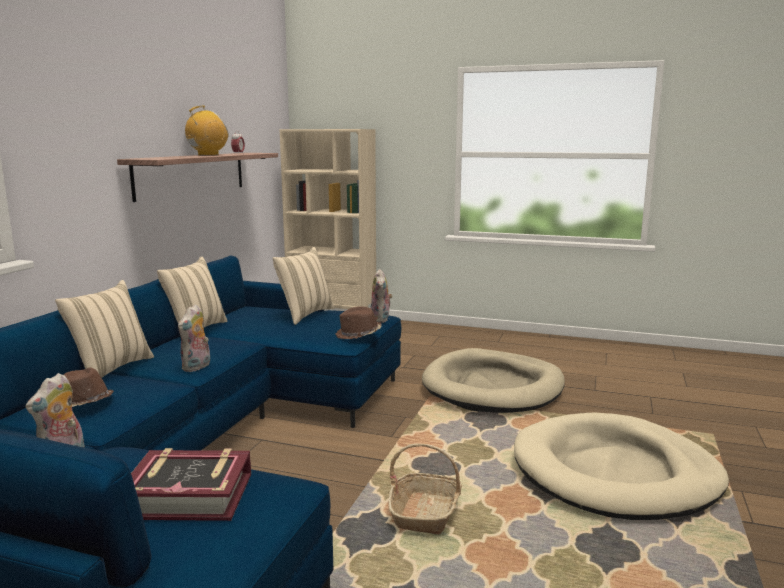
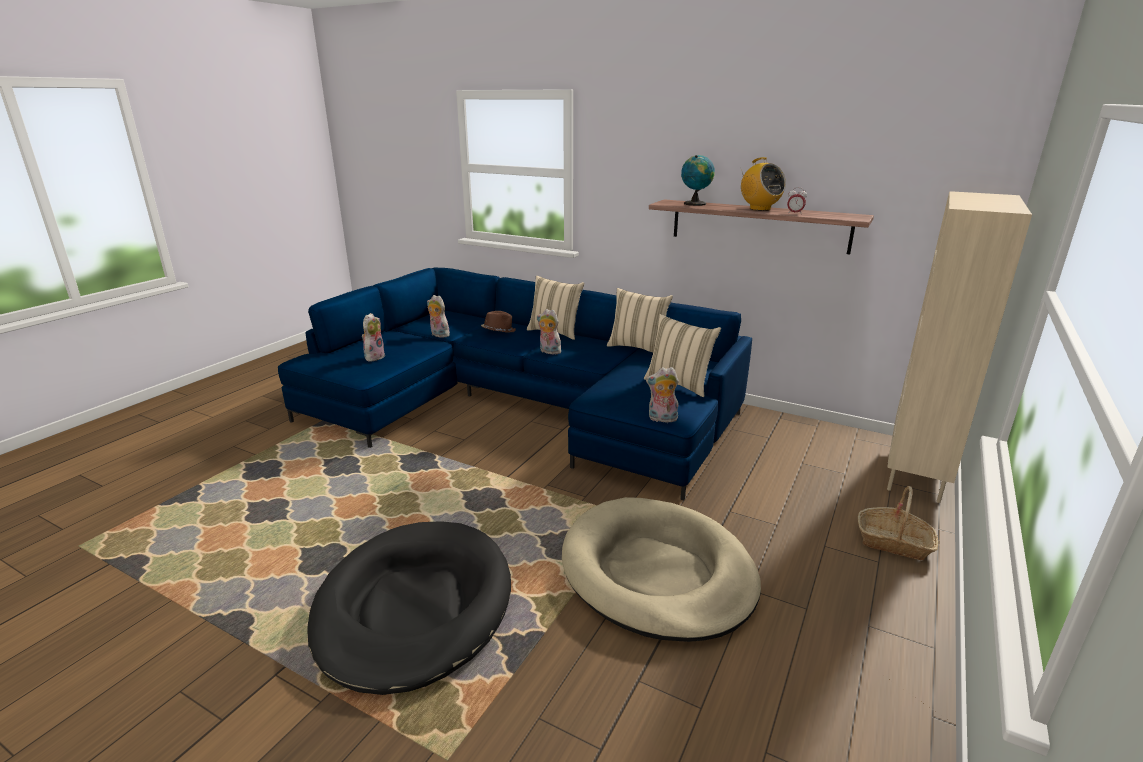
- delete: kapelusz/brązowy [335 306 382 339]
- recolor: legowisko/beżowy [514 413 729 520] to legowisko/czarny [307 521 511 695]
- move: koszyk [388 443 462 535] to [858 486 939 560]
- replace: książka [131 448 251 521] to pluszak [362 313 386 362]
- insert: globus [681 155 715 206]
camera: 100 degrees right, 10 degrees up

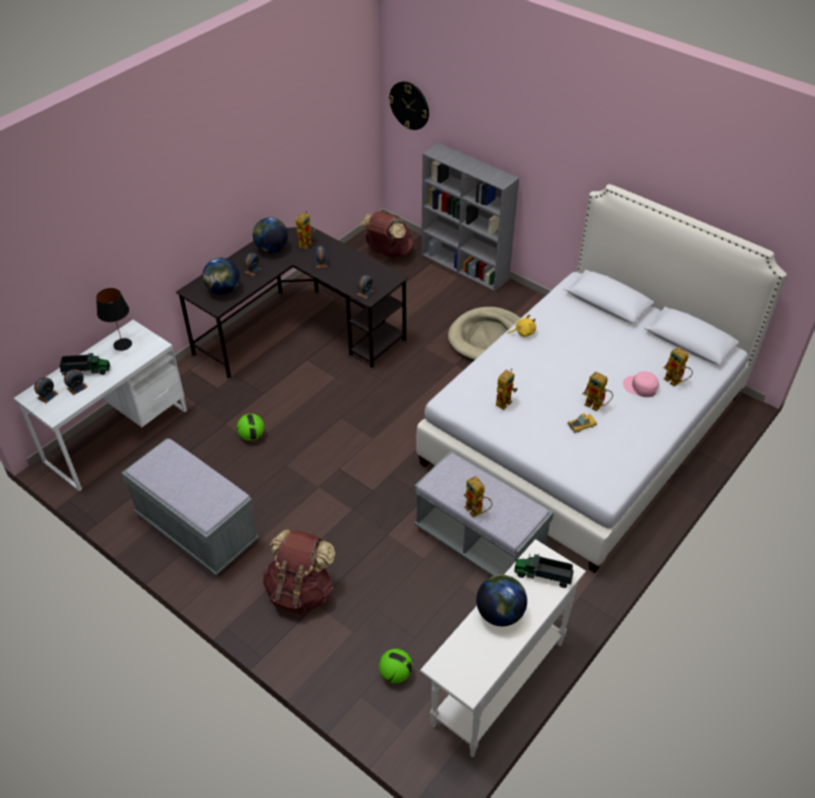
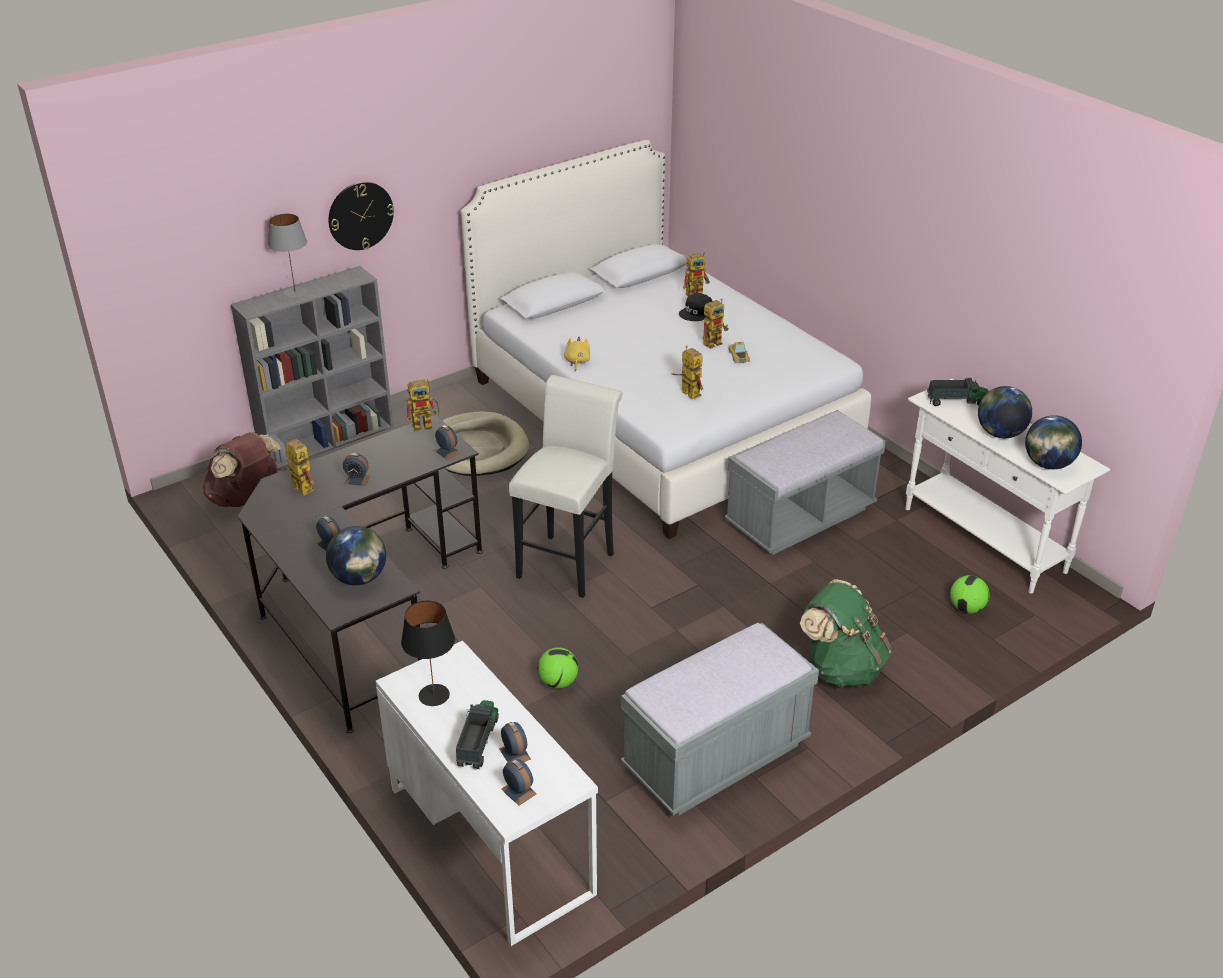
- move: zegar ścienny [389 81 429 130] to [328 182 394 250]
- move: globus [253 217 288 253] to [1025 415 1082 469]
- recolor: czapka z daszkiem/różowy [623 371 659 397] to czapka z daszkiem/czarny [679 293 712 321]
- move: robot zabawkowy [464 476 492 517] to [406 379 439 432]
- recolor: plecak/brązowy [263 529 335 614] to plecak/zielony [800 579 892 687]
- rotate: ciężarówka zabawkowa [514 554 574 588] = [927 377 989 406] 120 degrees counterclockwise
- insert: lampa stołowa/szary [268 213 307 298]
- insert: stołek/biały [509 375 622 598]
camera: 75 degrees left, 10 degrees down

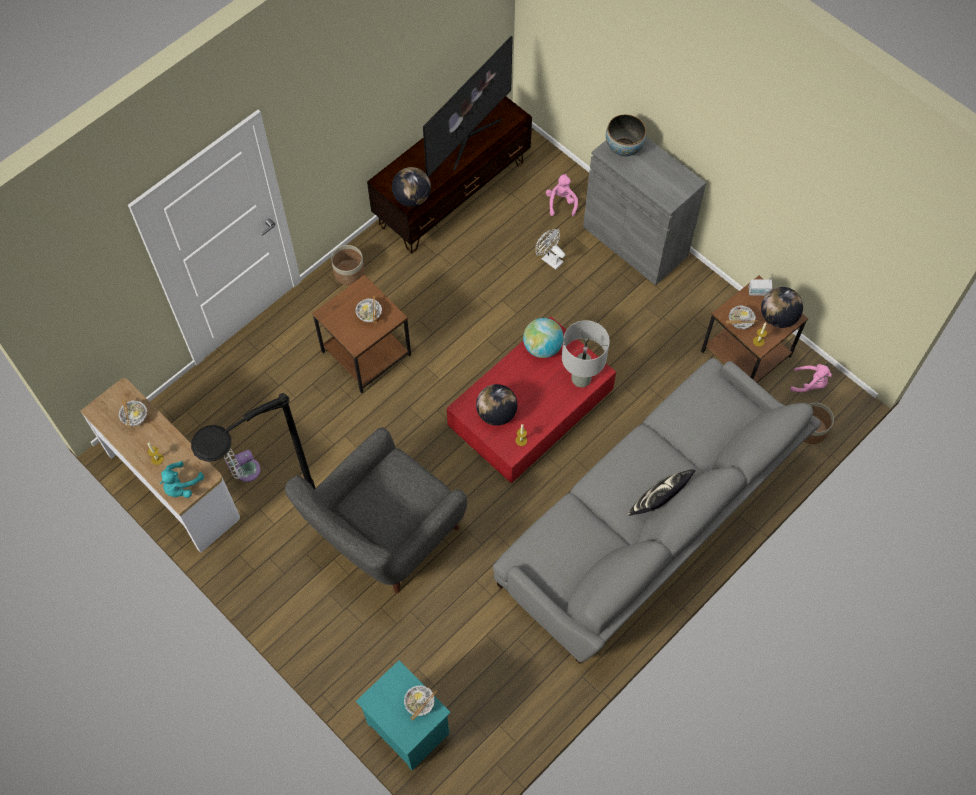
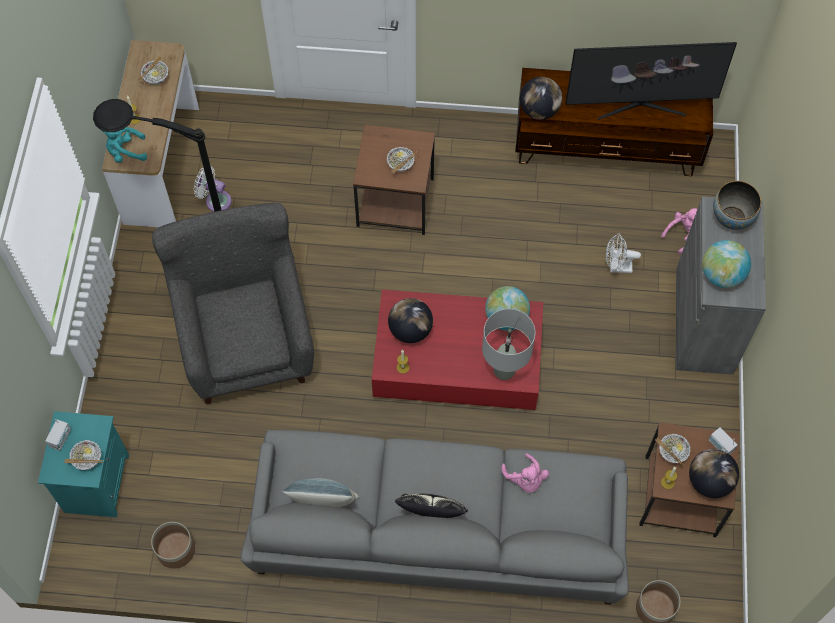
- rotate: wentylator/biały [536 229 565 270] = [606 233 641 273] 90 degrees counterclockwise
- move: donica [331 245 365 285] to [151 522 195 569]
- move: pluszak/różowy [790 364 832 392] to [501 453 549 493]
- rotate: fotel/szary [285 427 467 593] = [152 203 314 405] 75 degrees clockwise
- insert: globus [702 240 751 288]
- insert: radio [46 419 71 451]
- insert: poduszka [281 478 359 507]
camera: 50 degrees right, 0 degrees up

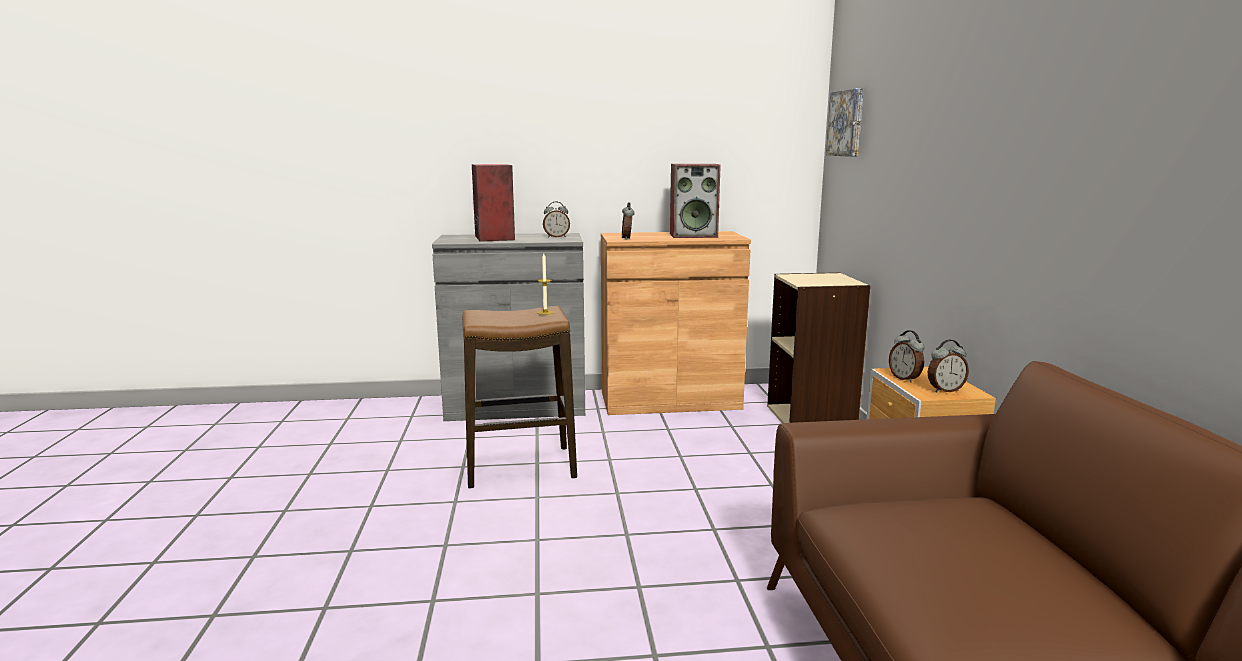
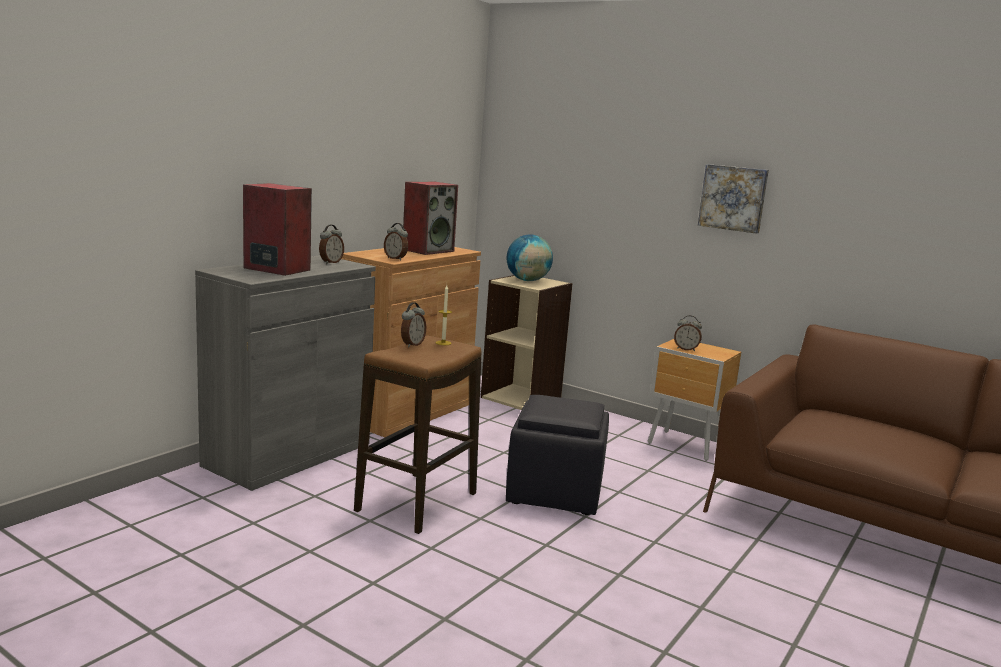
- move: obraz [826 88 864 157] to [698 164 769 234]
- move: budzik [927 340 969 392] to [401 302 426 348]
- insert: globus [507 234 553 281]
- insert: pufa/czarny [506 395 609 515]
camera: 50 degrees left, 0 degrees up

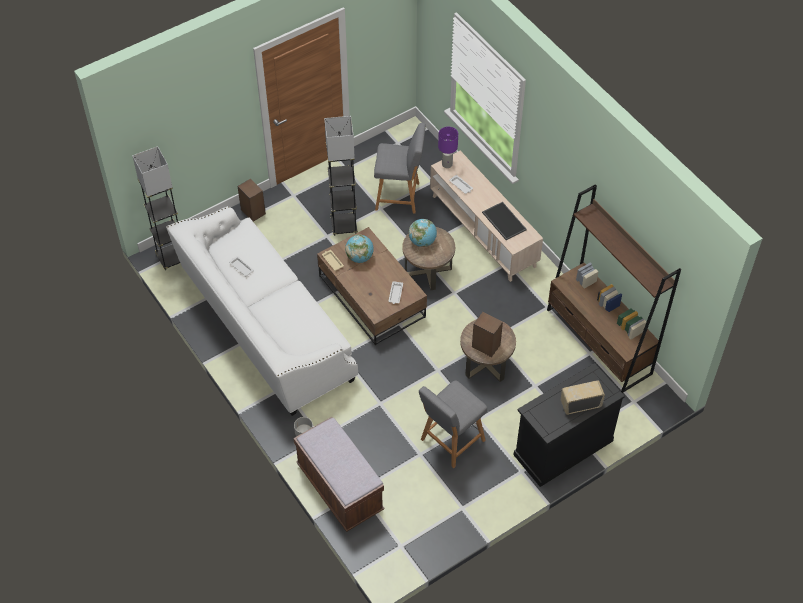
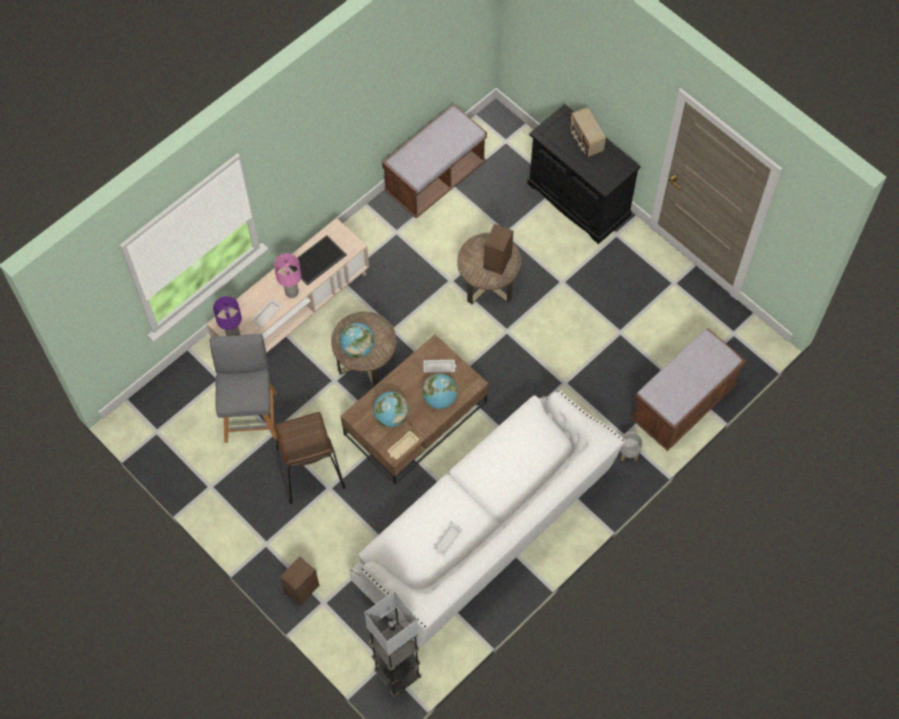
- replace: lampa stojąca/szary [324 116 358 236] to stołek/brązowy [274 412 345 504]
- replace: regał/brązowy [547 184 681 393] to ławka/brązowy [382 104 487 218]
- delete: stołek/szary [419 380 487 468]
- insert: lampa stołowa/różowy [274 253 301 298]
- insert: globus [422 373 457 409]
camera: 100 degrees left, 10 degrees up

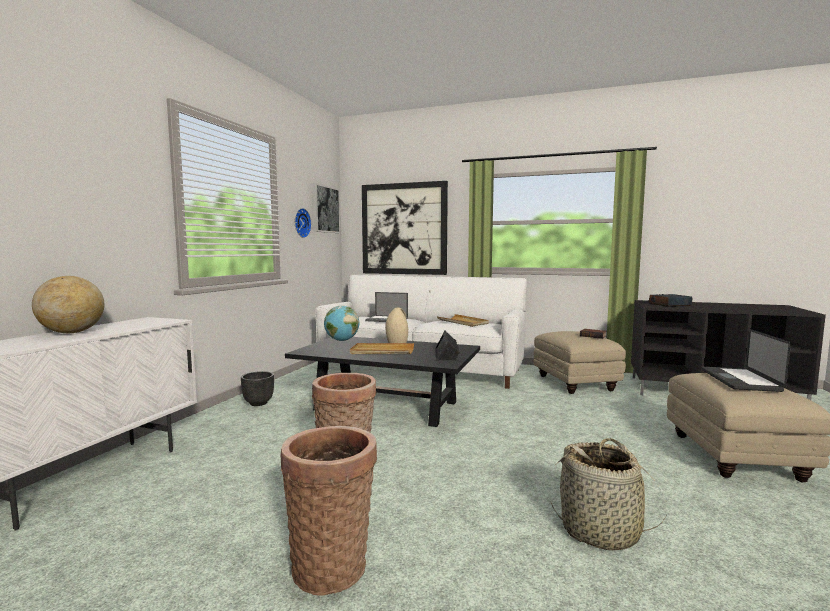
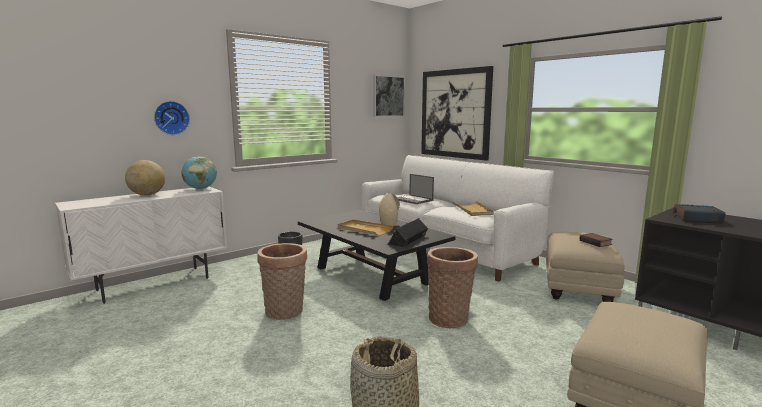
- move: zegar ścienny [295 208 312 238] to [154 101 190 135]
- move: globus [324 306 359 341] to [182 157 217 189]
- delete: laptop [701 329 791 392]
- move: koszyk [281 426 377 596] to [427 247 478 328]
camera: 30 degrees right, 5 degrees up

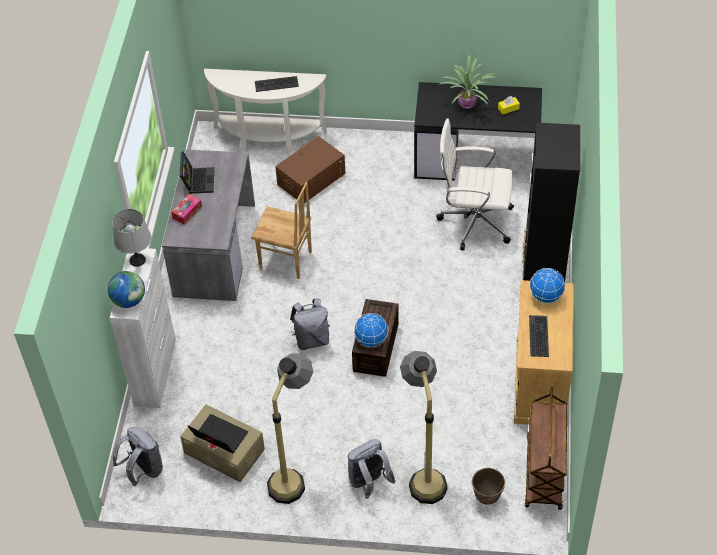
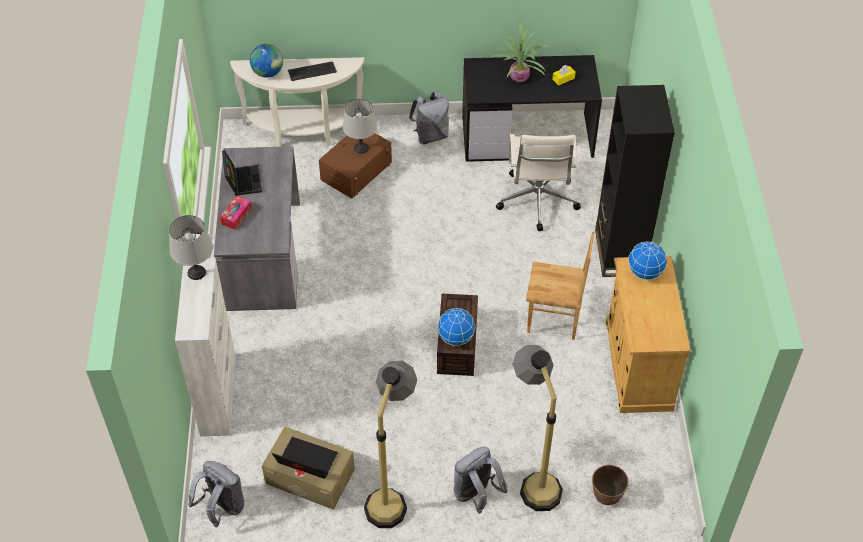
- rotate: krzesło biurowe/biały [436 119 514 250] = [496 134 581 231] 90 degrees counterclockwise
- move: krzesło/brązowy [251 182 312 279] to [526 232 594 340]
- move: globus [108 271 145 308] to [250 44 283 78]
- move: plecak/szary [290 298 330 350] to [409 92 449 144]
- delete: klawiatura [529 315 549 357]
- delete: wózek/brązowy [525 387 567 510]
- insert: lampa stołowa/szary [343 98 377 154]
camera: 10 degrees left, 0 degrees up

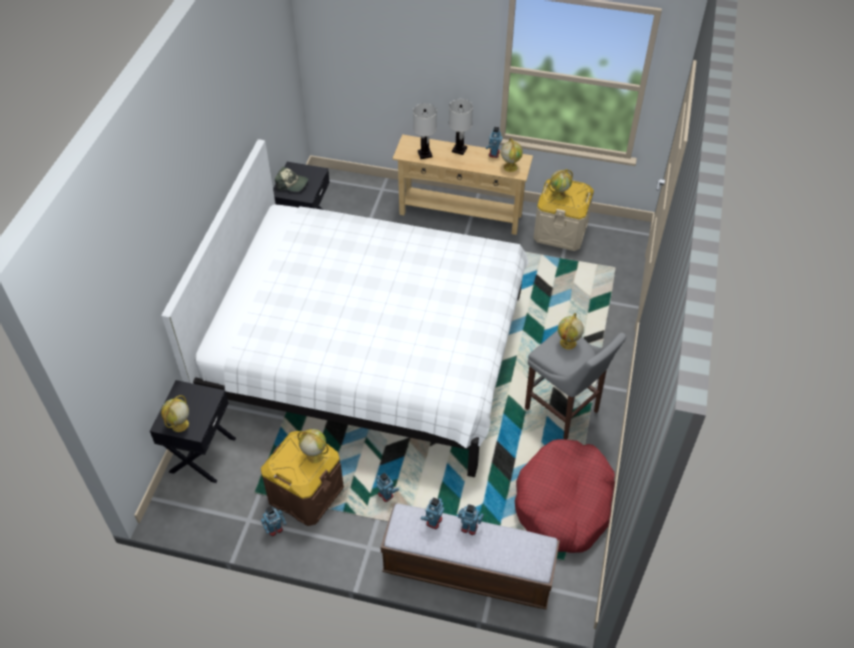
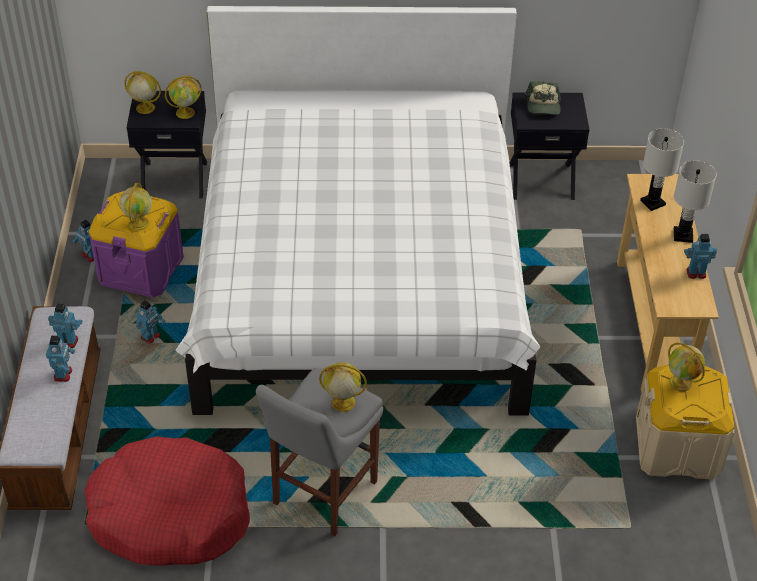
- move: globus [501 138 523 172] to [165 75 201 119]
- recolor: pojemnik do przechowywania/brązowy [261 431 344 526] to pojemnik do przechowywania/fioletowy [89 191 184 298]
camera: 75 degrees right, 5 degrees down

